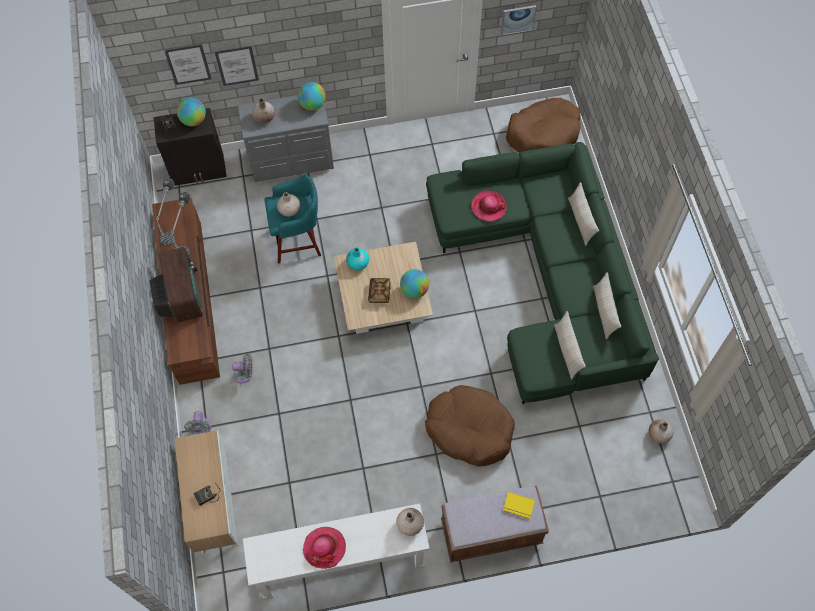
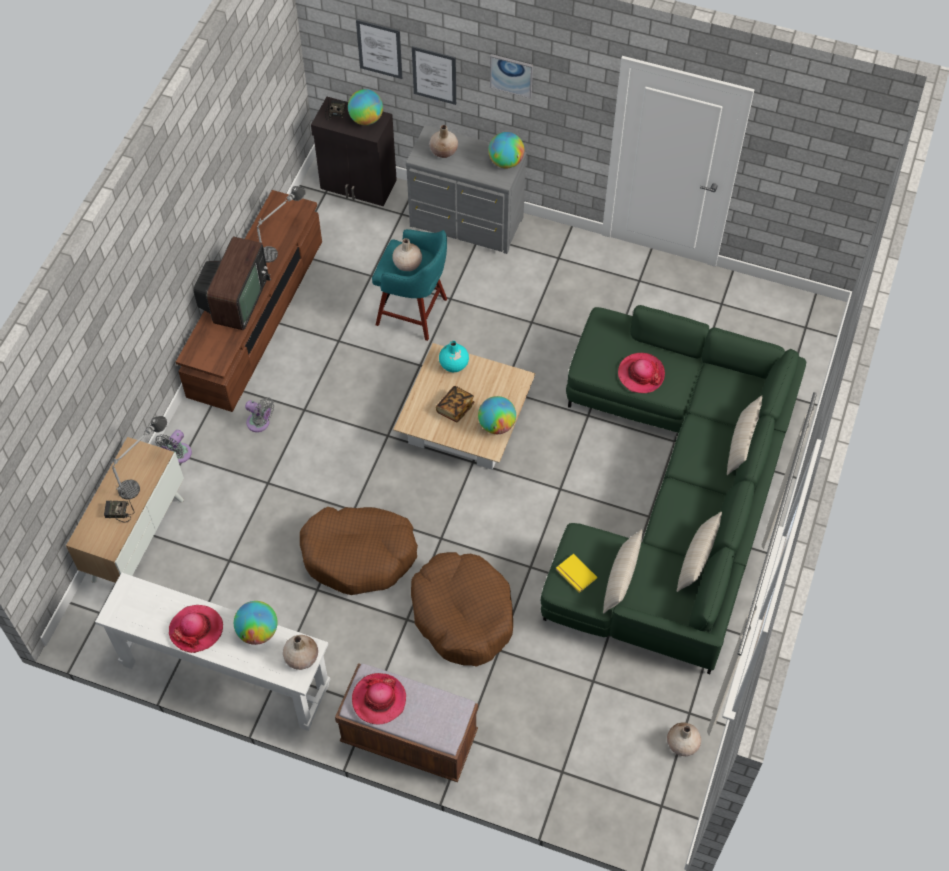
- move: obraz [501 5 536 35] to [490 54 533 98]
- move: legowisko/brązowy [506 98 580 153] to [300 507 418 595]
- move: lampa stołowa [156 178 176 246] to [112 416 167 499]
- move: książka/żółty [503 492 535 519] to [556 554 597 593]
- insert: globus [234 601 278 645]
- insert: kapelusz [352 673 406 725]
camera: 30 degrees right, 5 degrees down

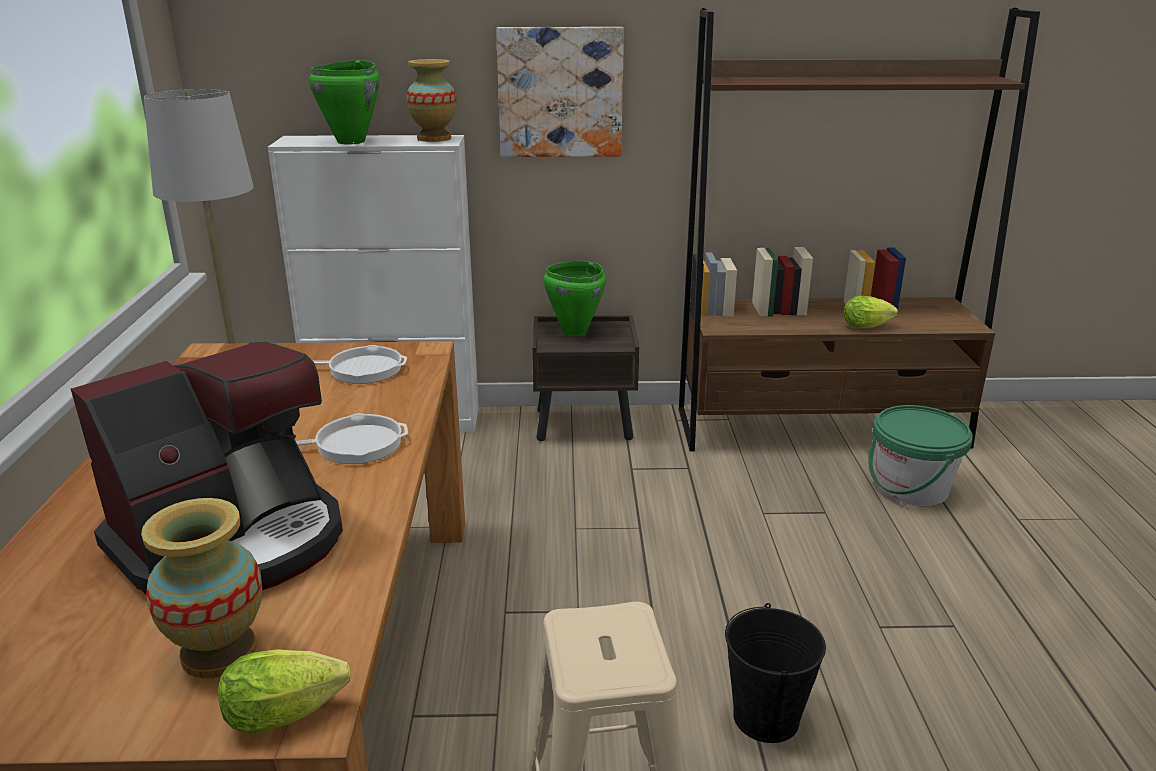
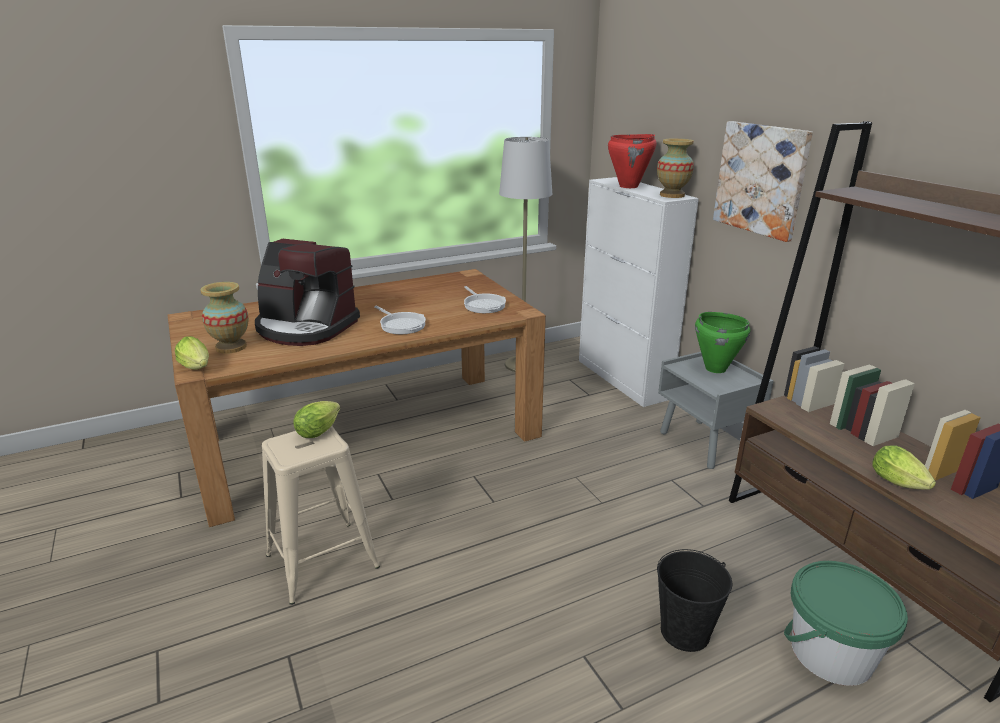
- recolor: garnek/zielony [309 60 380 145] to garnek/czerwony [608 134 657 188]
- recolor: szafka nocna/brązowy [532 315 639 441] to szafka nocna/szary [658 352 774 469]
- move: wiadro/czarny [725 603 826 743] to [657 549 732 652]
- insert: sałata [293 401 340 438]
camera: 65 degrees right, 0 degrees up

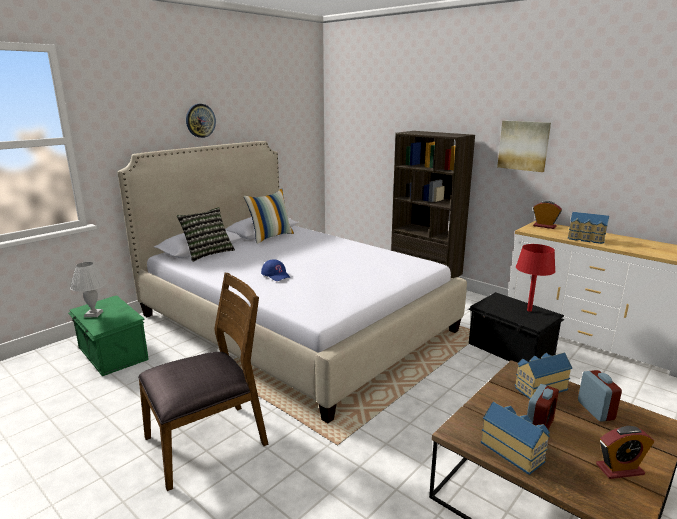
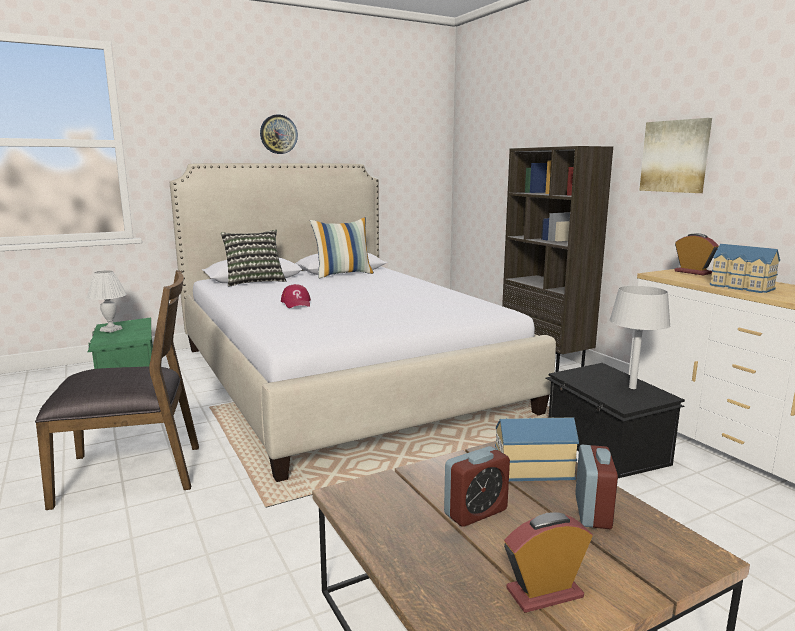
- recolor: lampa stołowa/czerwony [516 244 556 312] to lampa stołowa/szary [610 286 671 389]
- recolor: czapka z daszkiem/niebieski [261 260 291 281] to czapka z daszkiem/czerwony [281 284 311 308]
- delete: domek [480 402 550 475]
- rotate: budzik [596 426 654 479] = [504 512 593 613] 150 degrees clockwise
camera: 20 degrees right, 5 degrees down

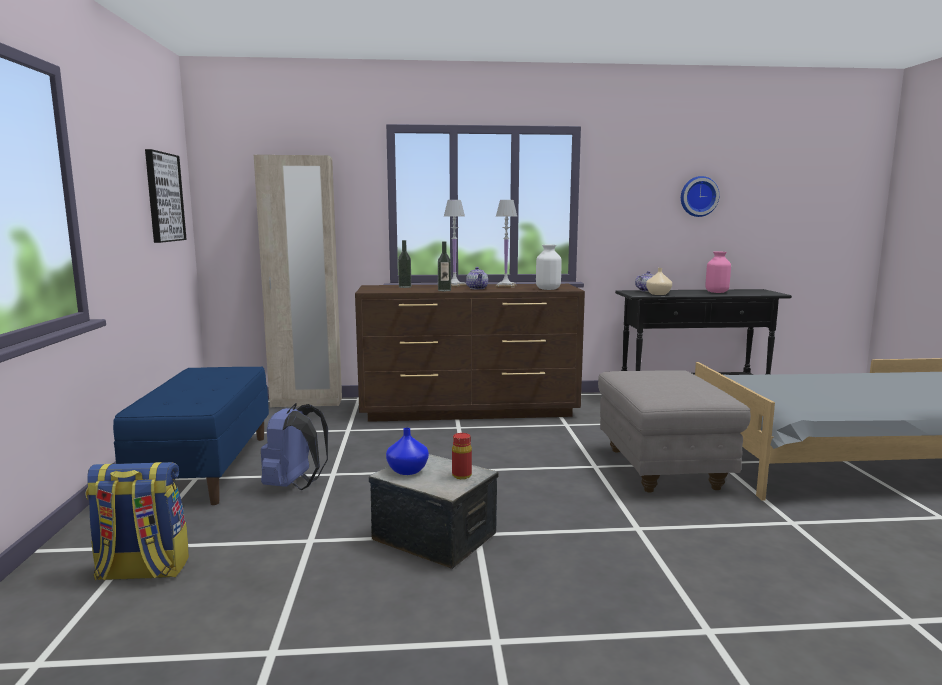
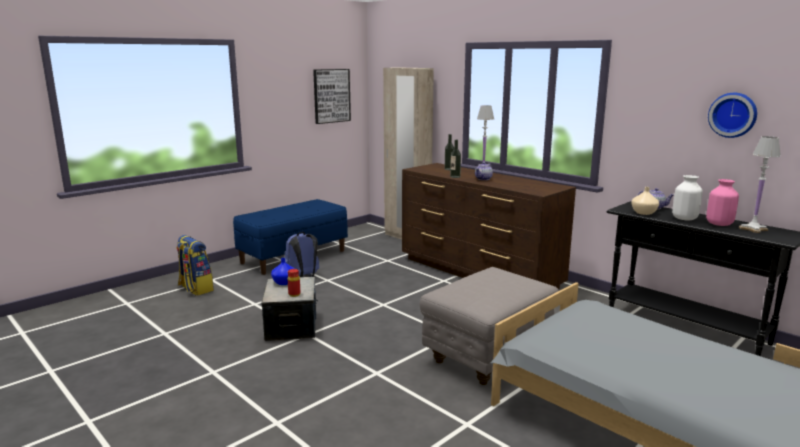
- move: lampa stołowa/biały [495 200 518 288] to [739 136 781 233]
- move: wazon/biały [536 245 562 290] to [672 175 703 220]
camera: 50 degrees right, 5 degrees up

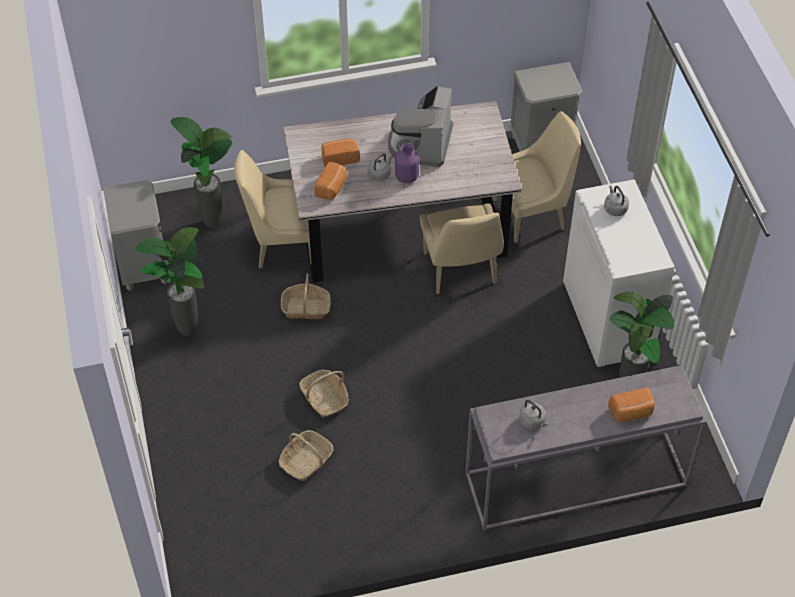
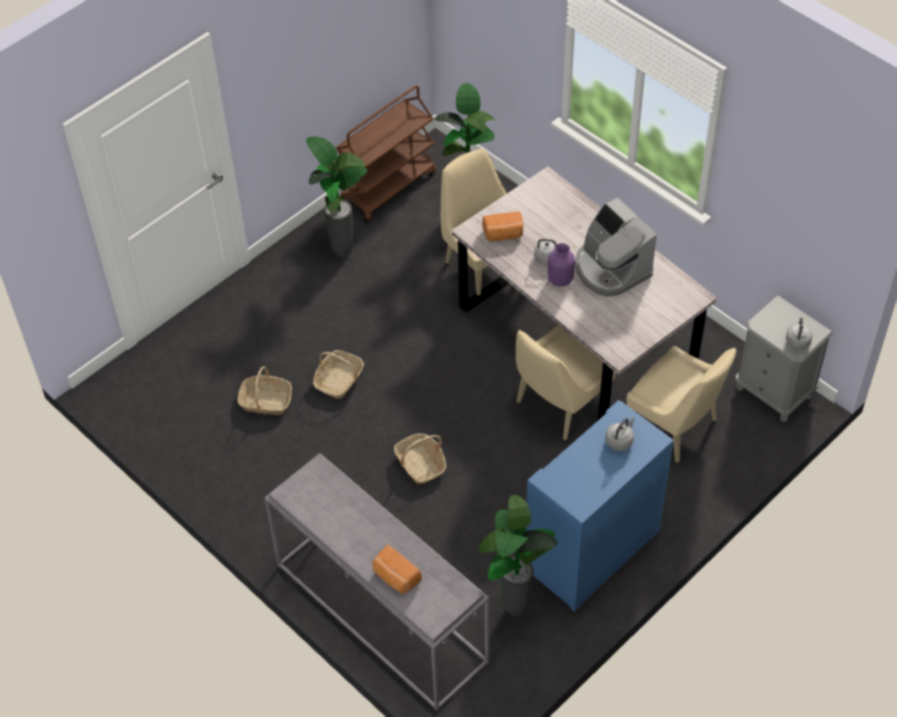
- rotate: ekspres do kawy [388 86 453 168] = [575 198 657 297] 105 degrees counterclockwise
- delete: chleb [322 138 360 167]
- recolor: szafka/biały [563 179 675 368] to szafka/niebieski [526 400 674 612]
- replace: szafka nocna/szary [103 180 168 291] to wózek/brązowy [336 85 436 223]
- move: koszyk [281 273 331 319] to [394 433 446 484]
- move: czajnik/szary [519 400 549 429] to [786 317 813 350]
camera: 60 degrees right, 0 degrees up

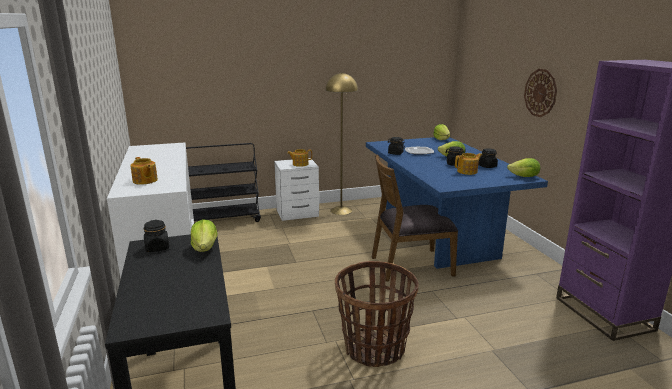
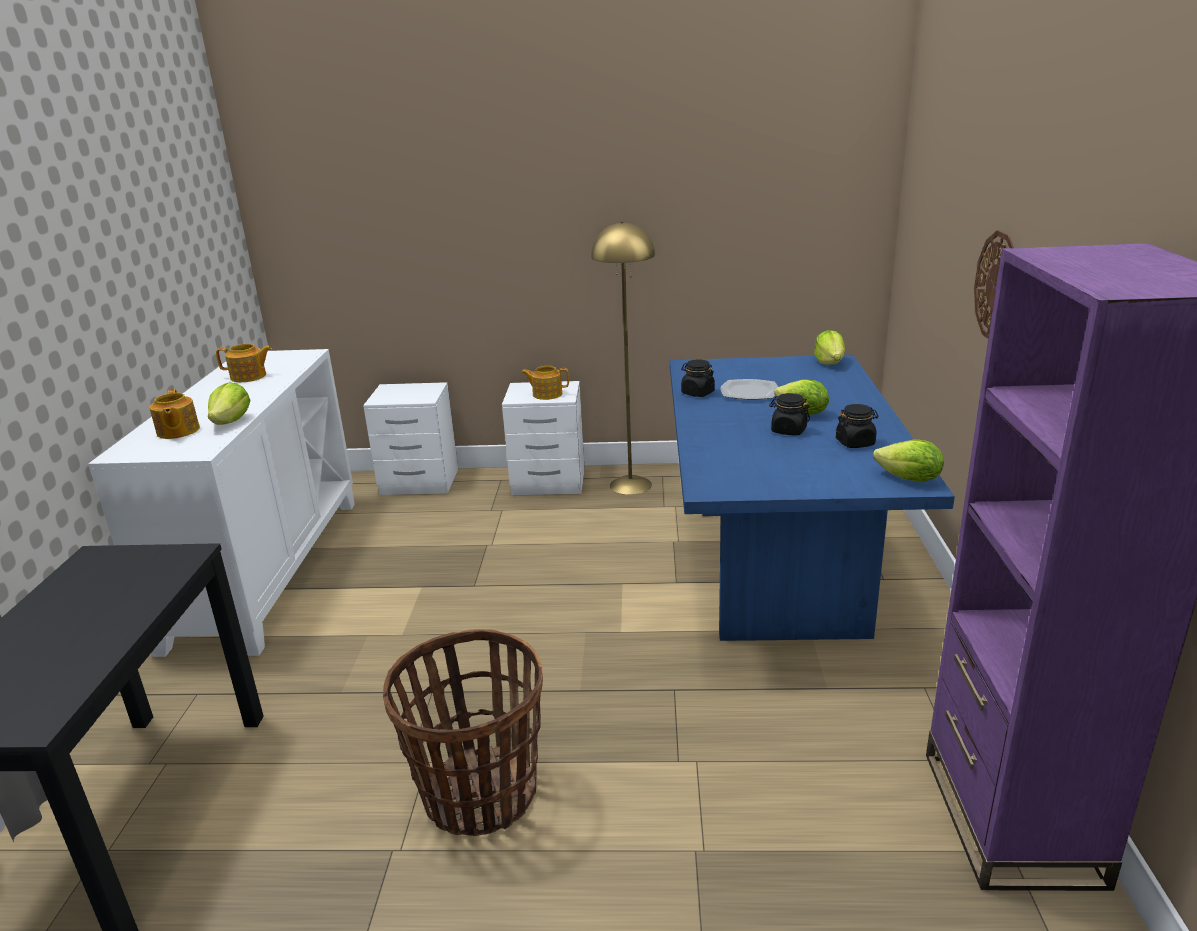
- replace: wózek/czarny [186 143 261 222] to szafka nocna/biały [363 382 458 495]
- move: imbryk [455 153 482 175] to [216 344 272 382]
- delete: krzesło/brązowy [372 154 458 282]
- delete: słoik/czarny [144 220 169 252]
- move: sałata [191 220 218 252] to [208 382 250 425]
camera: 20 degrees right, 5 degrees up

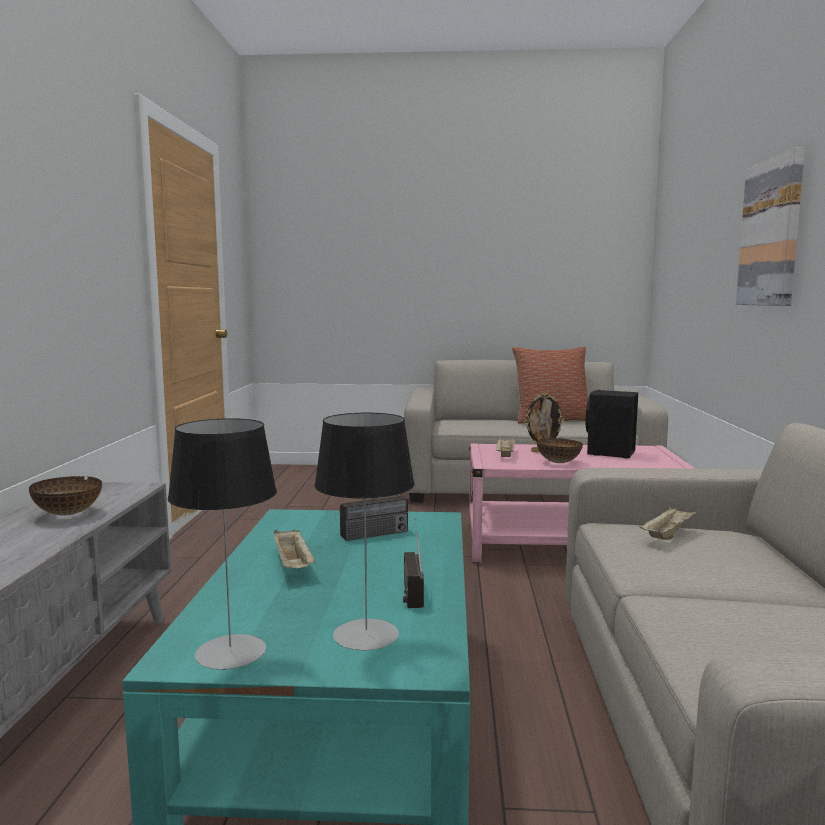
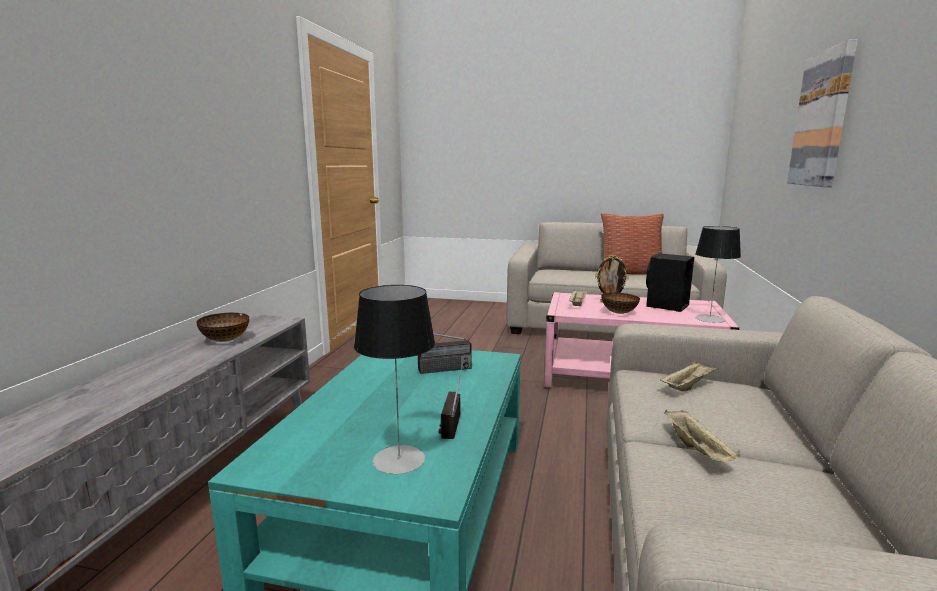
- move: lampa stołowa [168 418 277 670] to [695 226 741 323]
- move: taca/beżowy [274 529 315 568] to [664 410 740 462]
camera: 10 degrees right, 5 degrees up

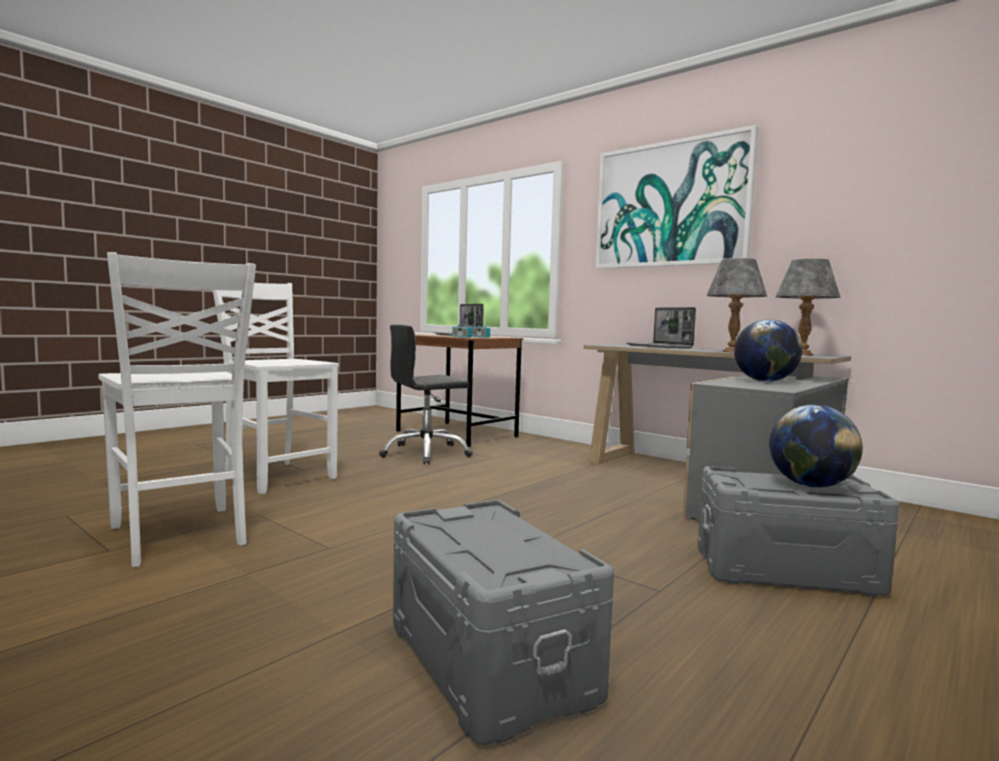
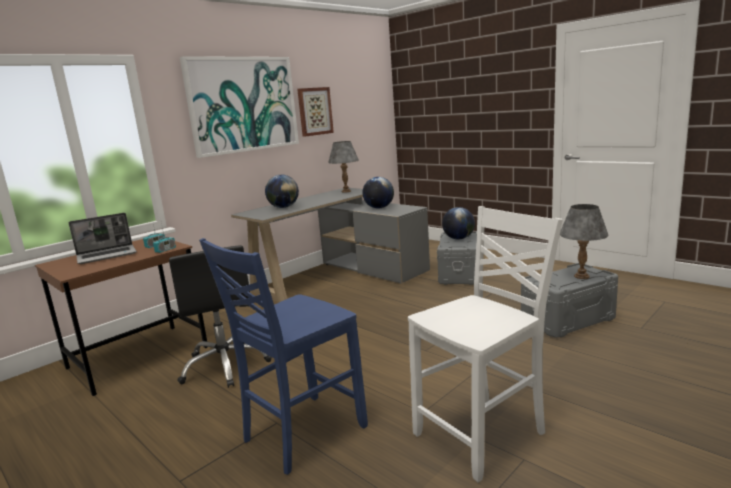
- move: lampa stołowa/szary [706 258 767 352] to [560 204 608 279]
- recolor: krzesło/biały [213 283 339 494] to krzesło/niebieski [199 238 368 475]
- replace: laptop [626 307 696 349] to globus [265 175 299 208]
- insert: obraz [297 87 334 137]
camera: 85 degrees left, 10 degrees up

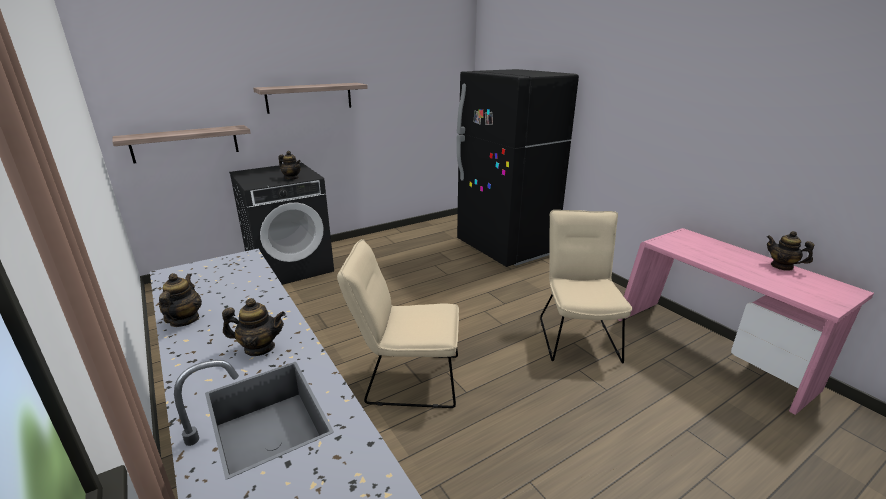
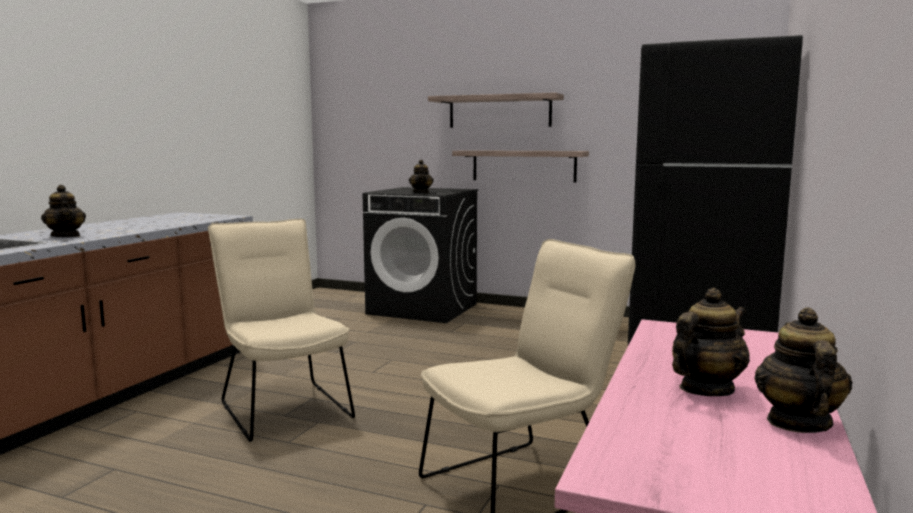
- move: półka [112 125 251 164] to [452 150 589 183]
- move: imbryk [159 273 202 327] to [672 288 750 396]
camera: 55 degrees right, 15 degrees down

